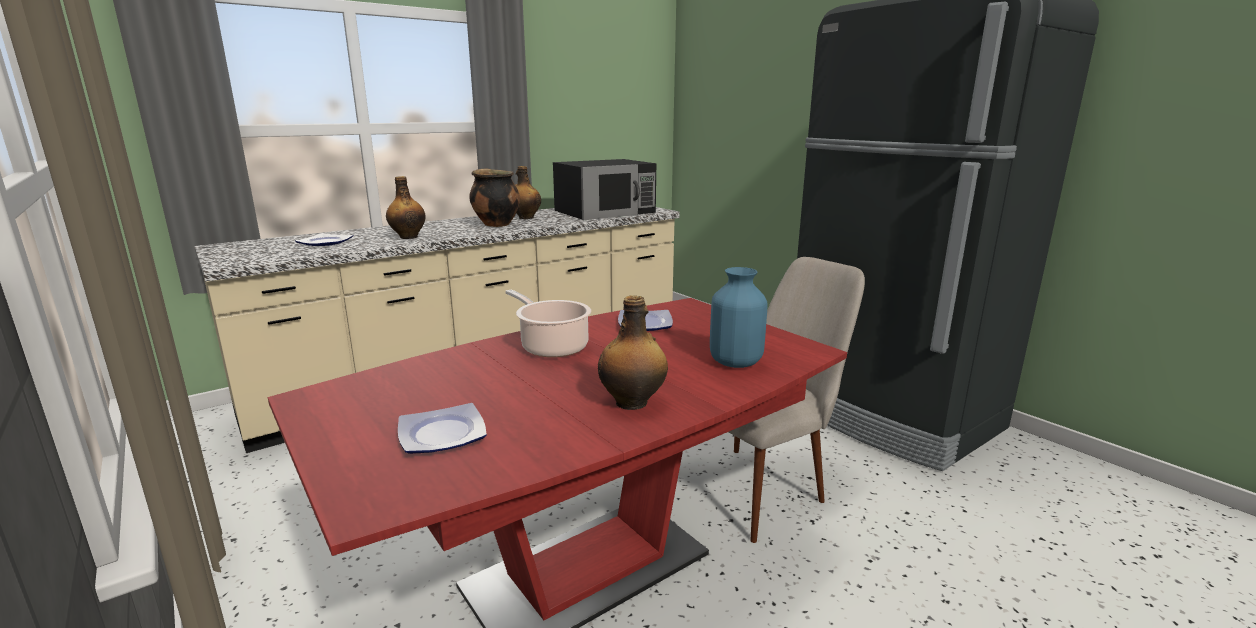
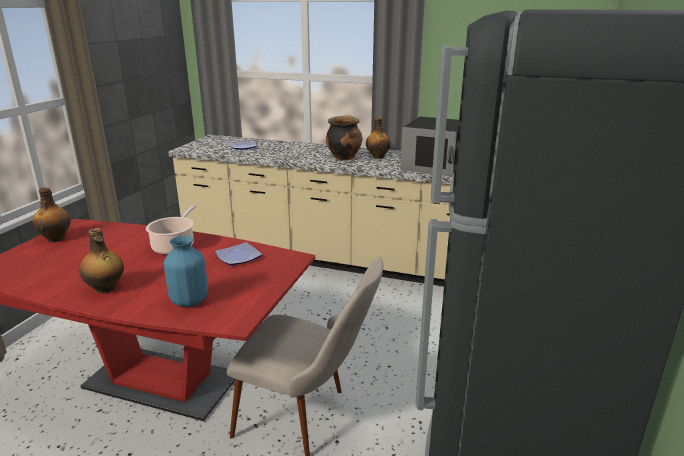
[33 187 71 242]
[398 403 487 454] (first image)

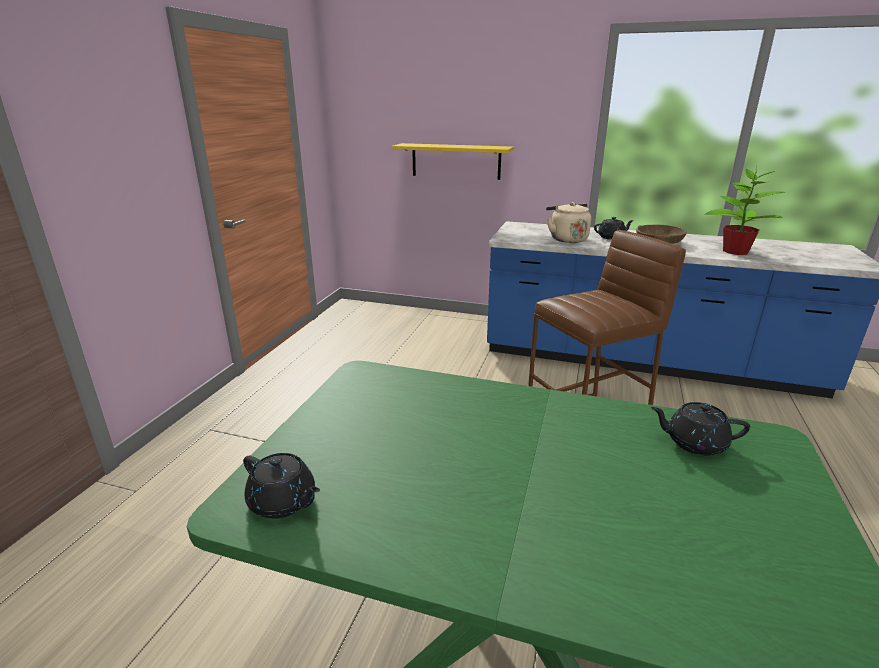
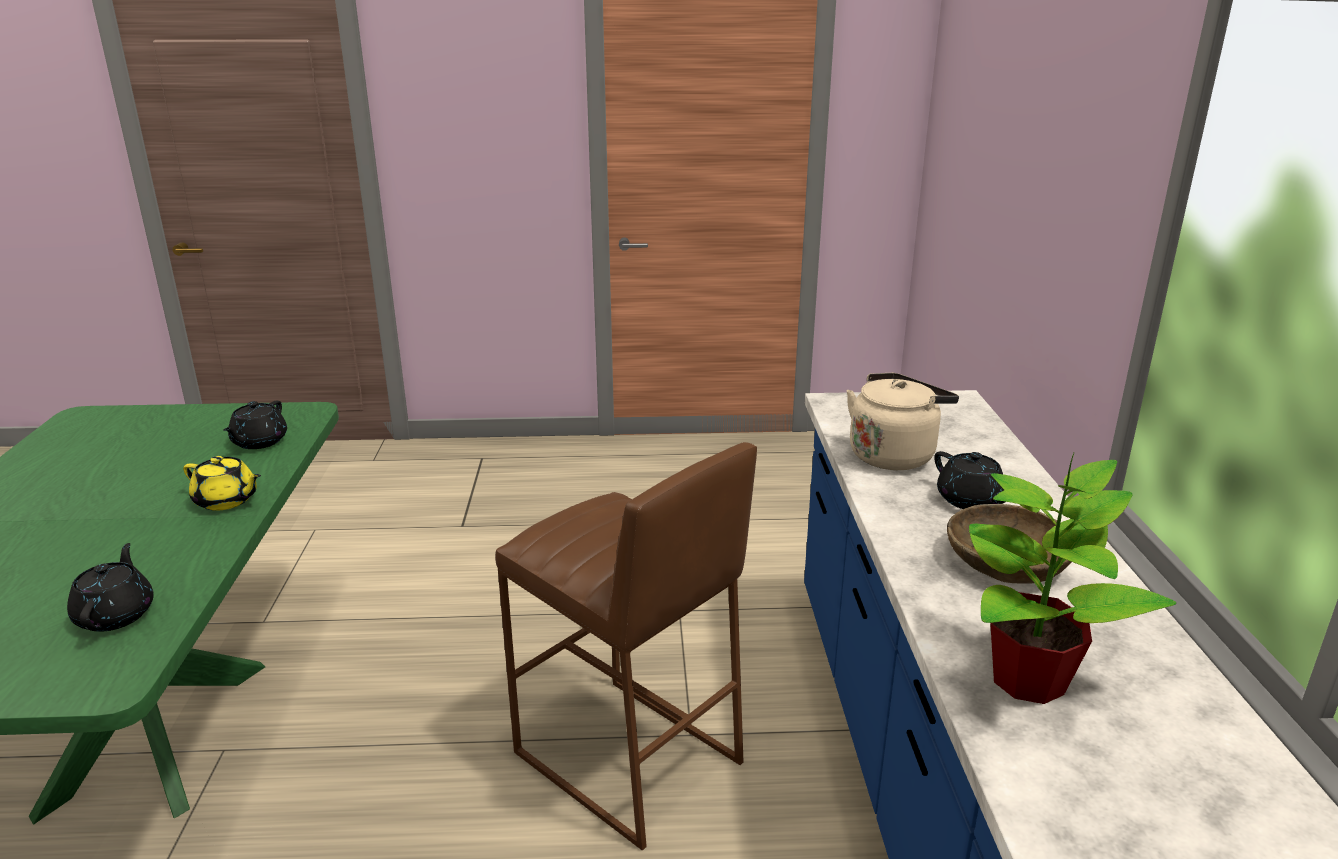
[183 456 261 511]
[223 401 287 449]
[391 143 514 180] (first image)

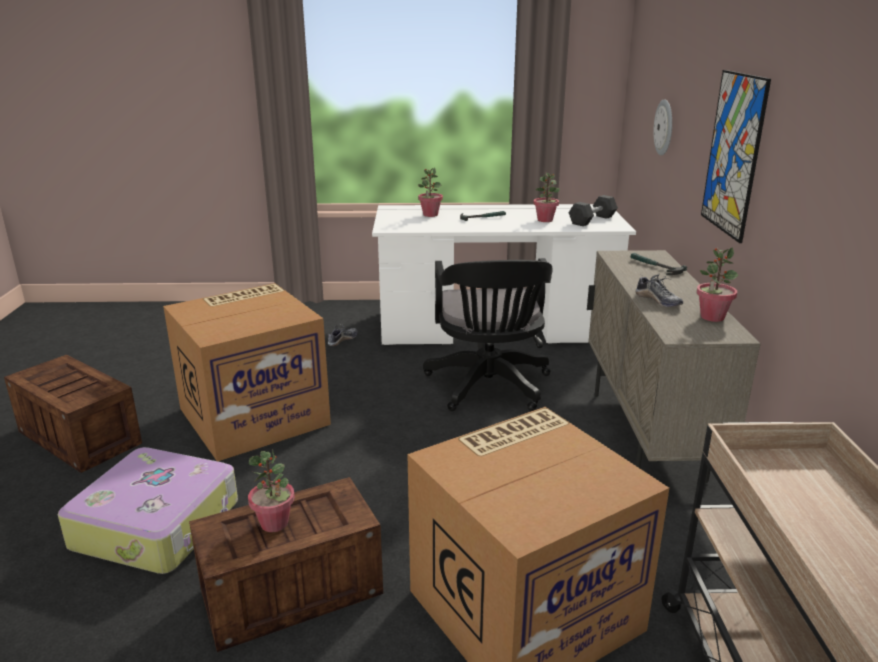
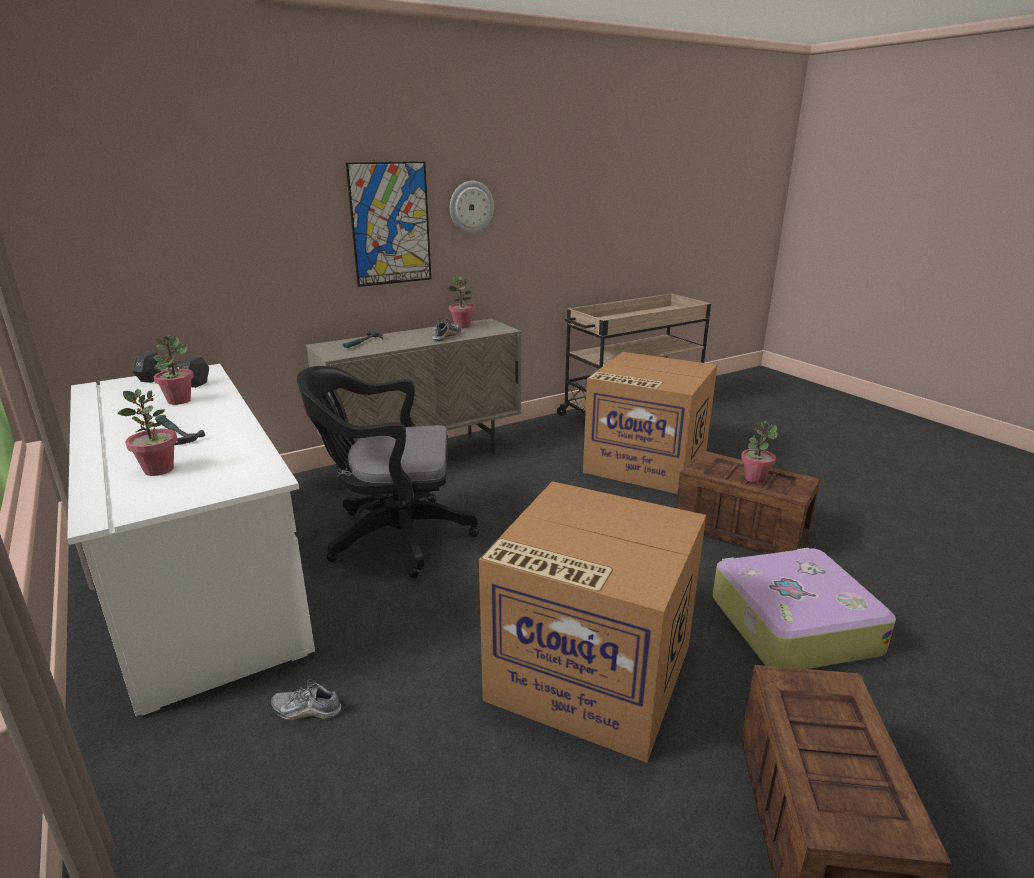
[297 366 479 579]
[450 181 494 233]

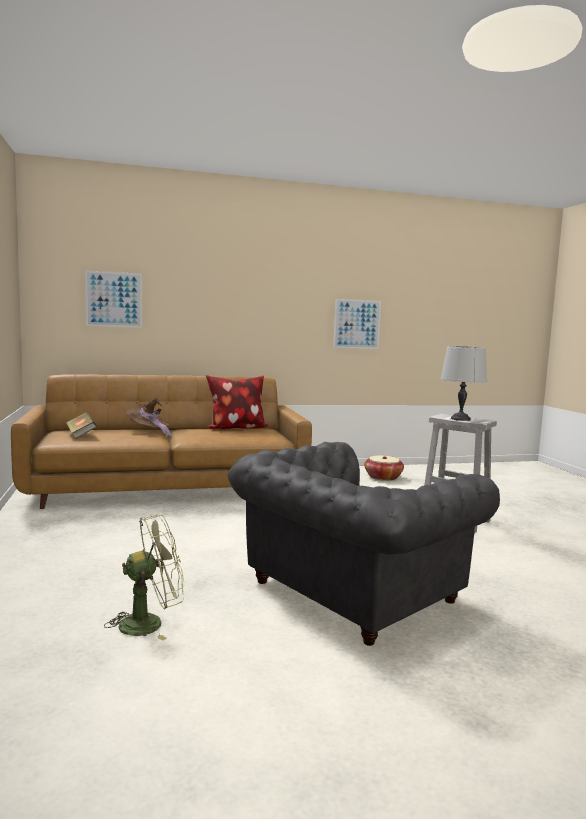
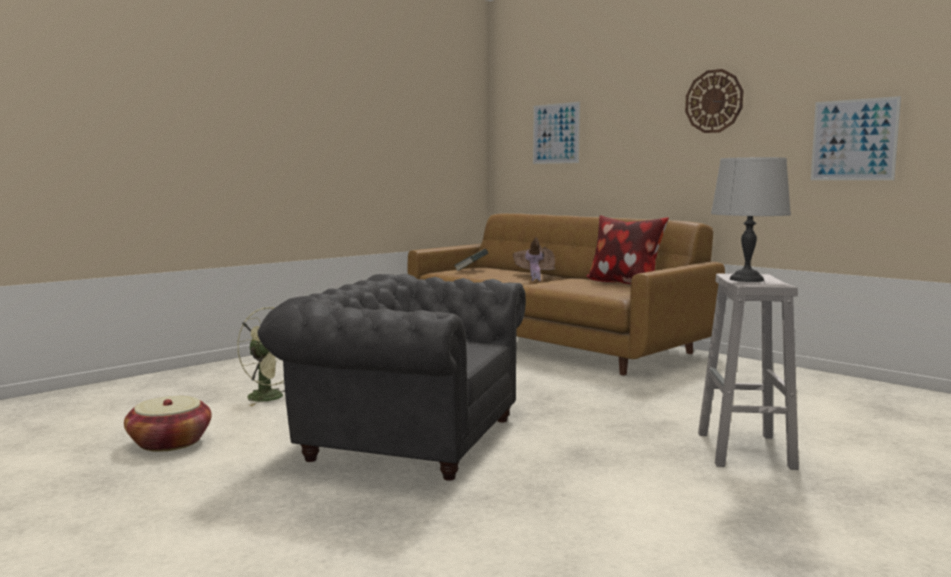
[124 396 212 452]
[685 69 743 133]

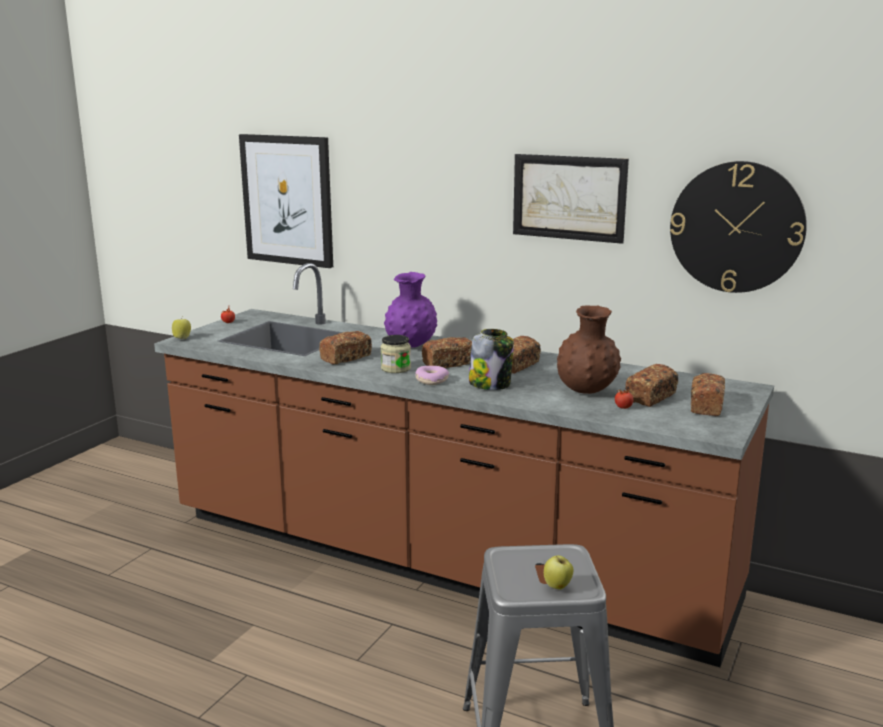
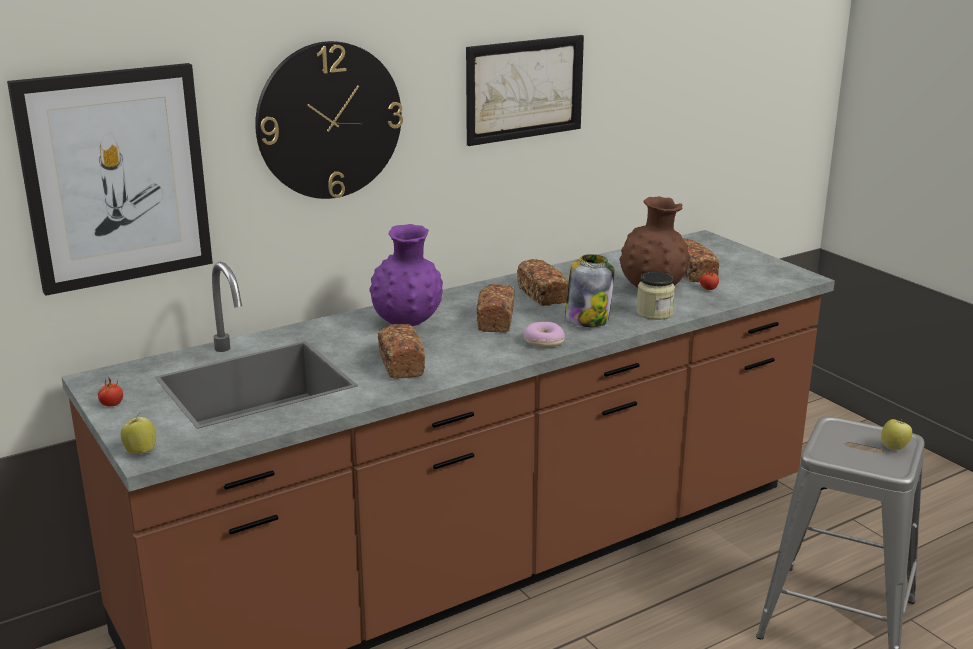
[255 41 403 199]
[636 272 675 320]
[691 373 725 416] (first image)

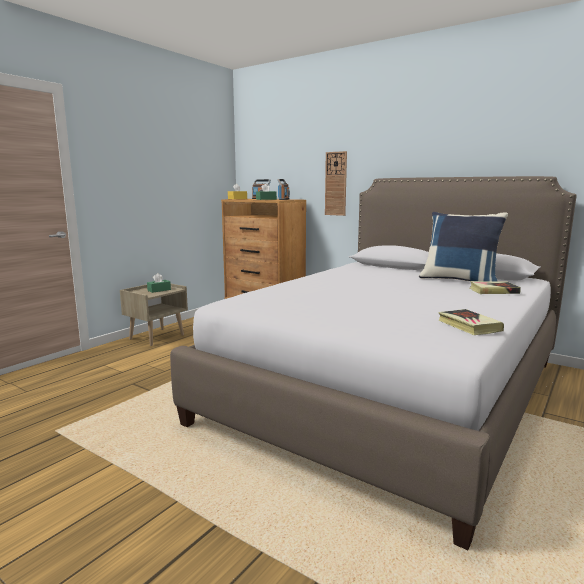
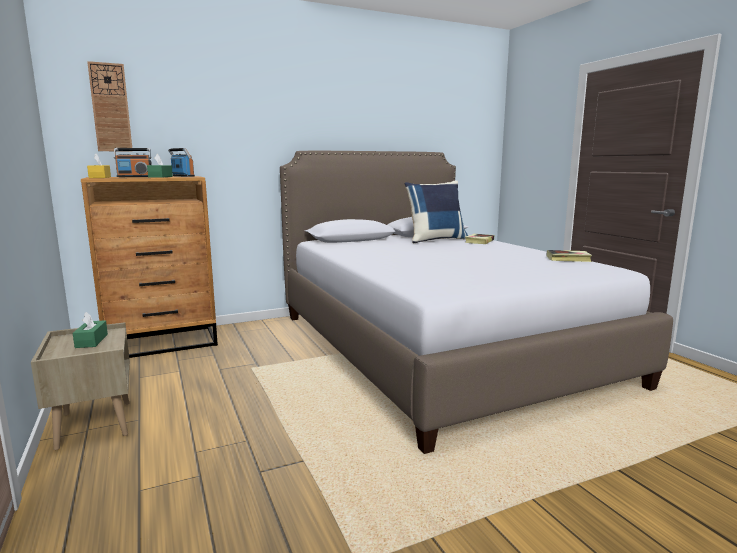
[87 61 133 152]

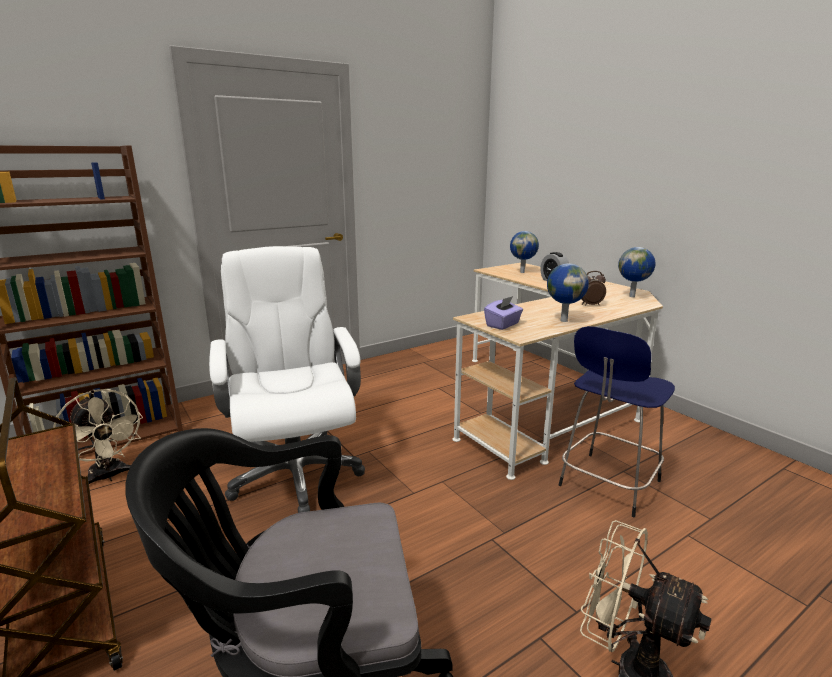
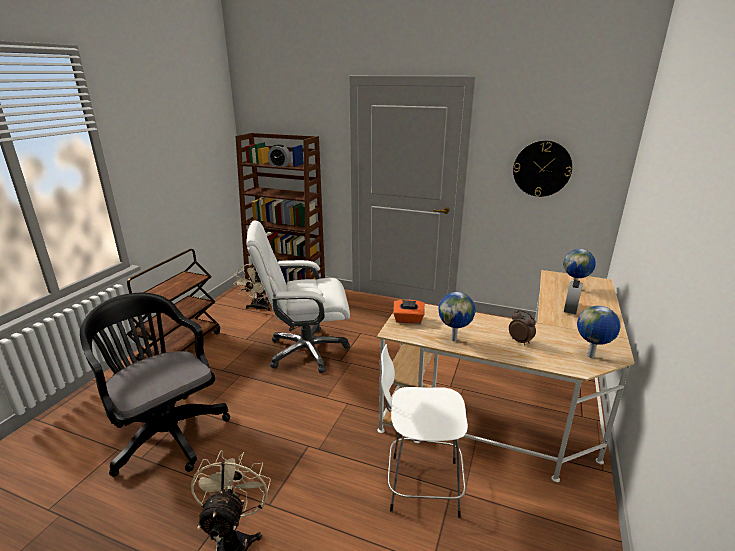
[246 220 350 373]
[268 144 291 167]
[381 344 468 518]
[393 300 425 324]
[513 141 572 197]

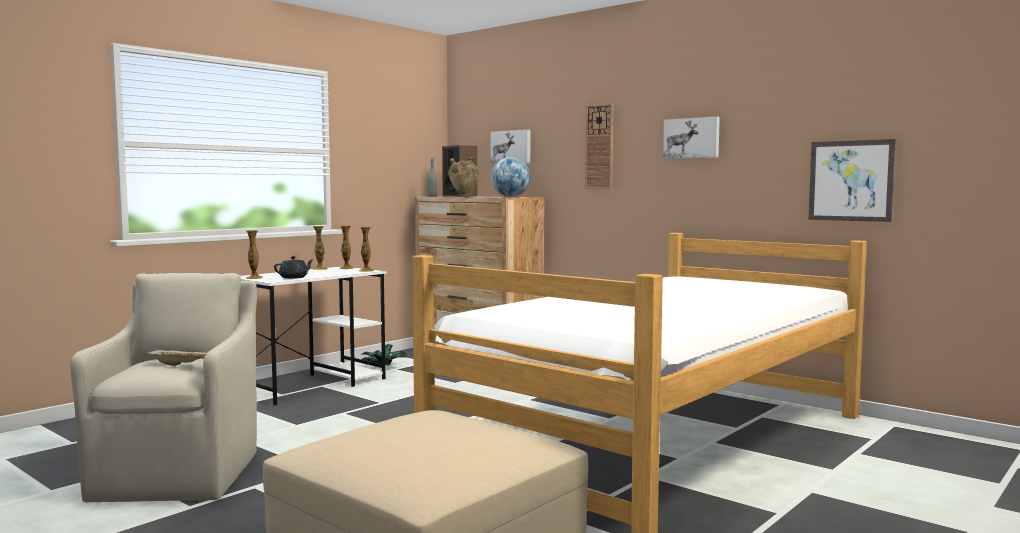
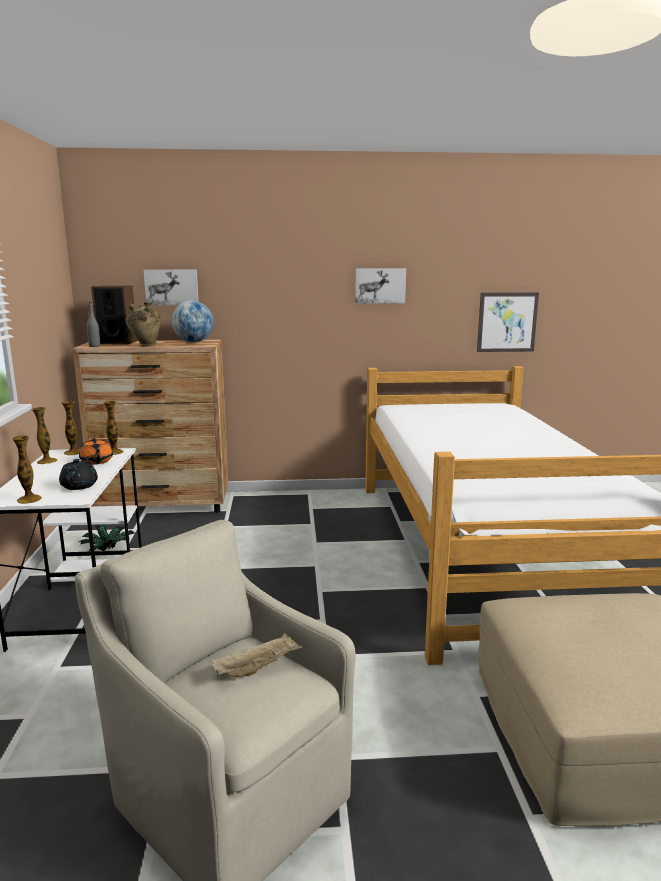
[79 437 113 465]
[585 103 613 189] (first image)

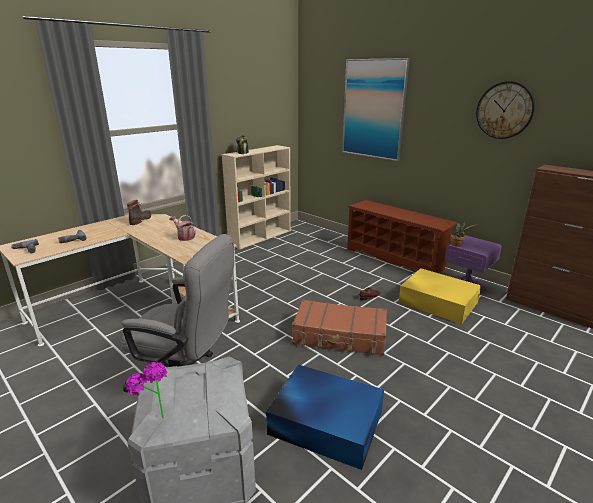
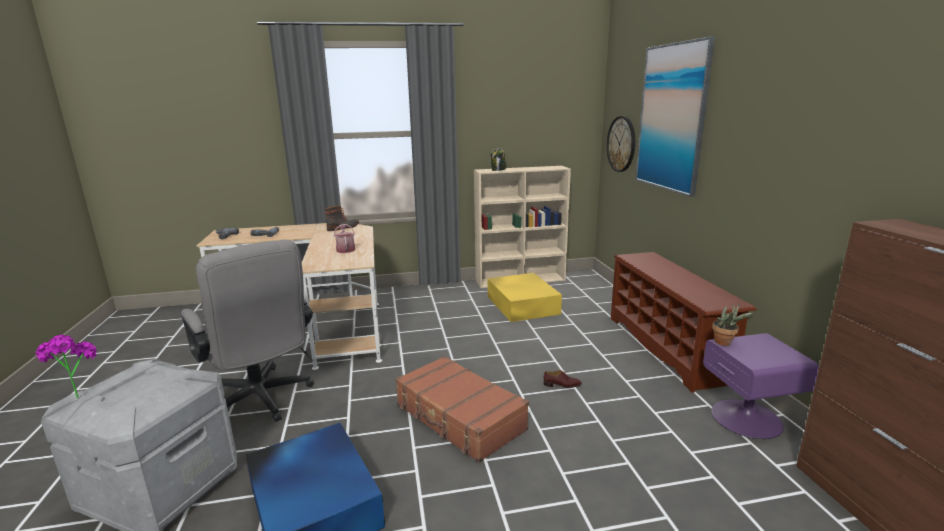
[488 273 562 322]
[607 116 635 172]

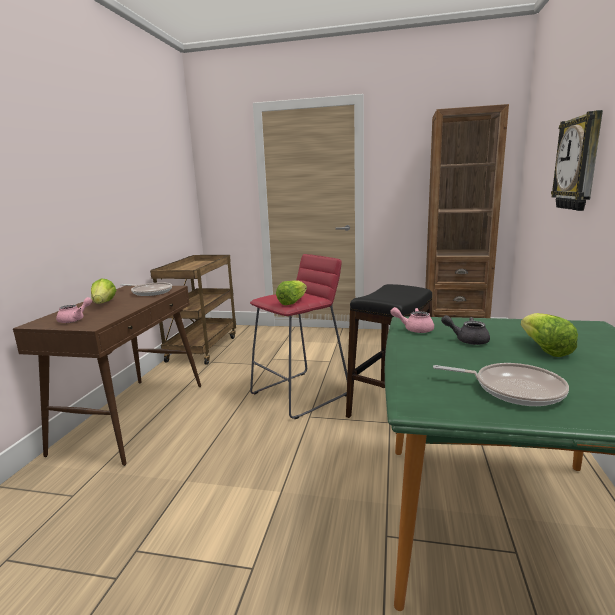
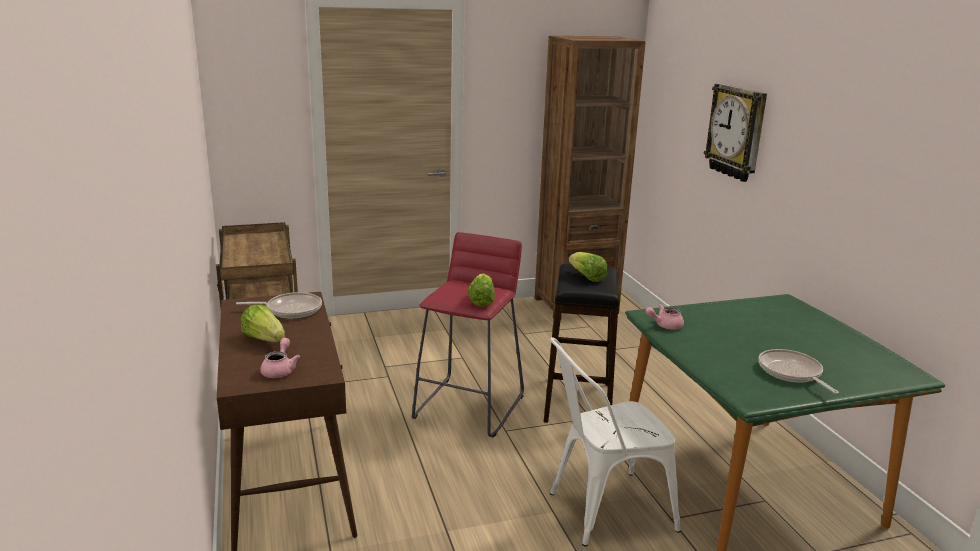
[550 337 681 546]
[569 252 607 282]
[758 349 839 394]
[441 315 490 345] (first image)

